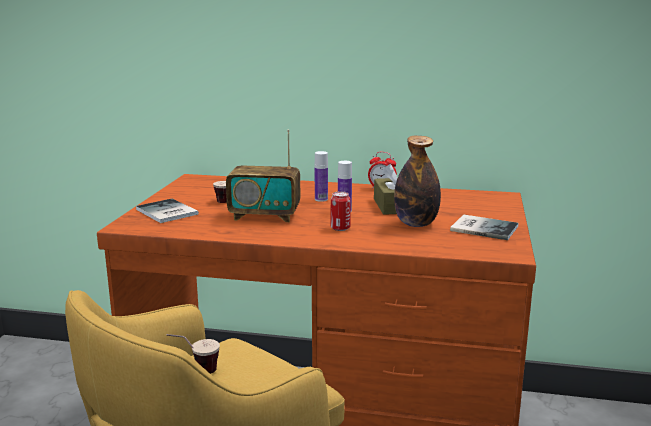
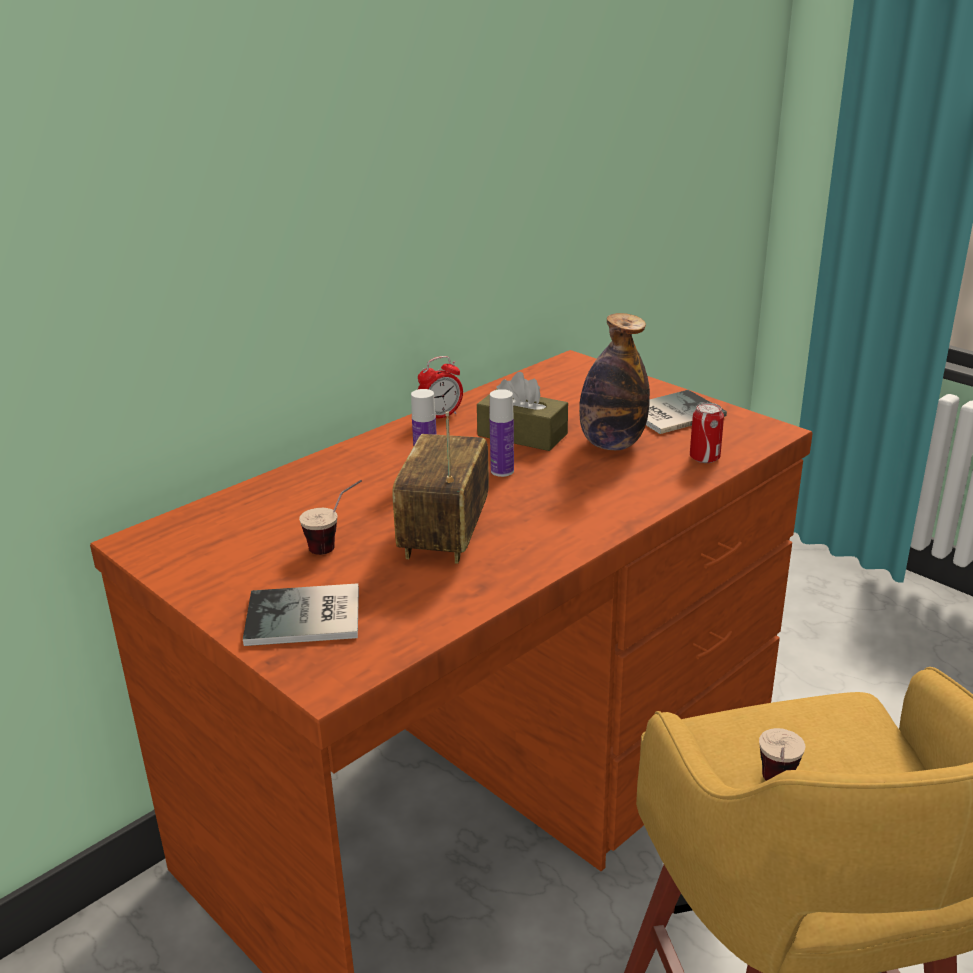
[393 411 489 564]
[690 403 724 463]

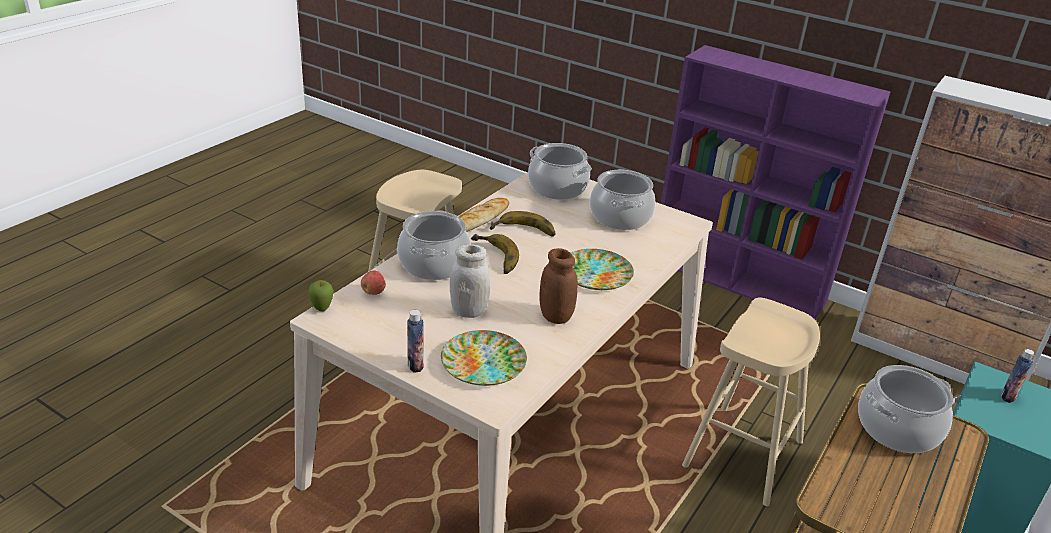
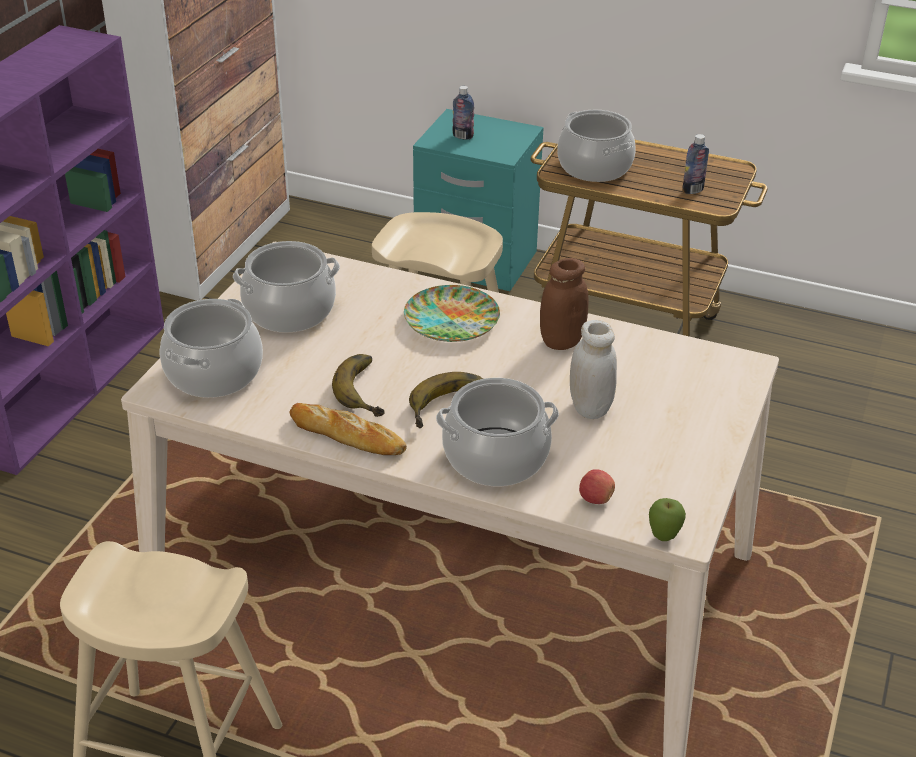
[682 134 709 194]
[441 330 527 386] (first image)

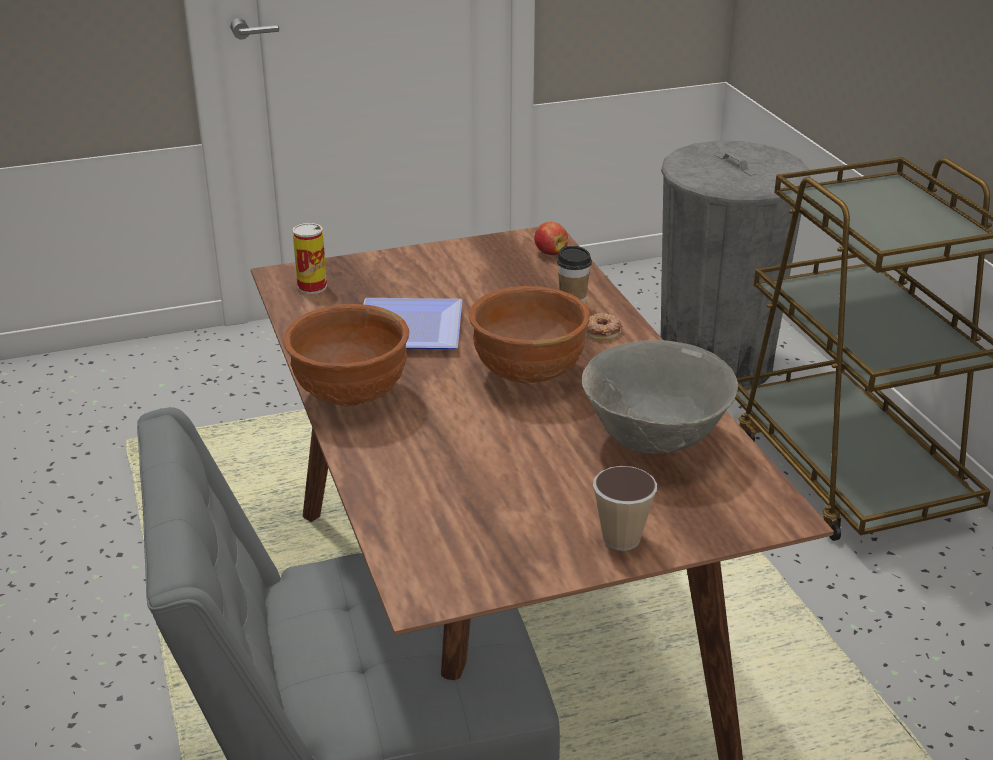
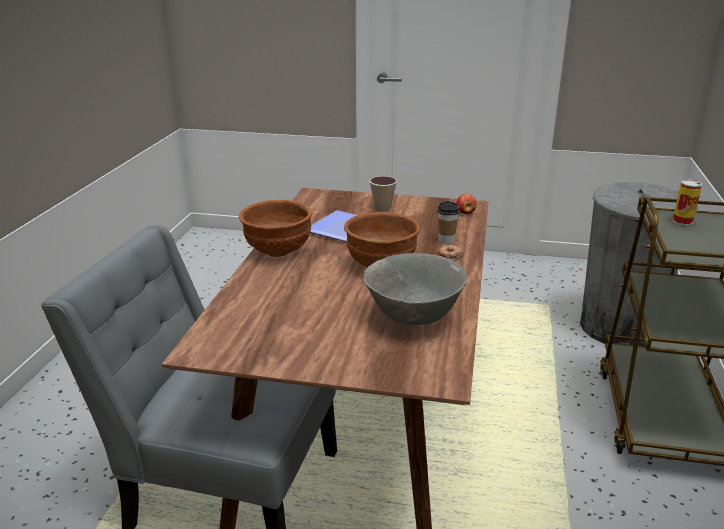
[369 176 397 212]
[673 180 702 225]

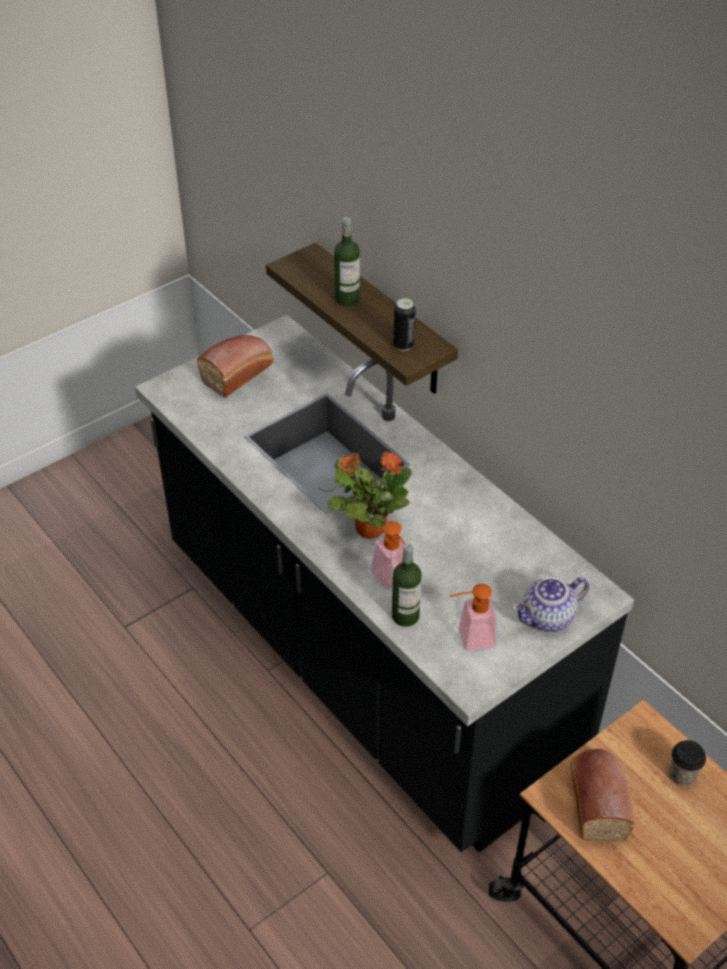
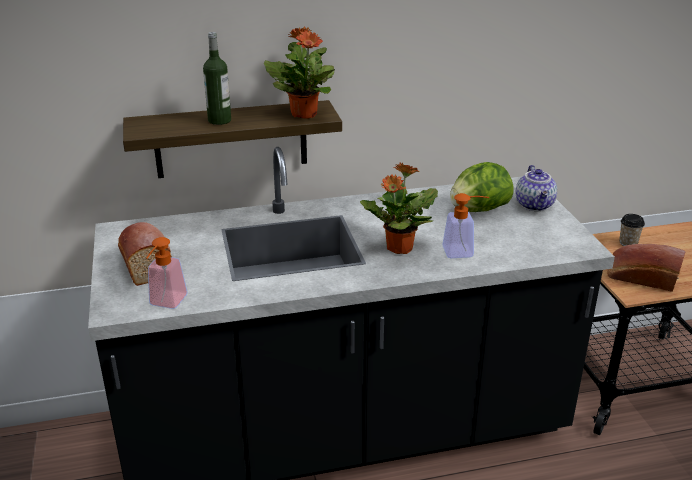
[146 237 187 309]
[264 27 335 119]
[450 162 514 212]
[392 543 422 627] (first image)

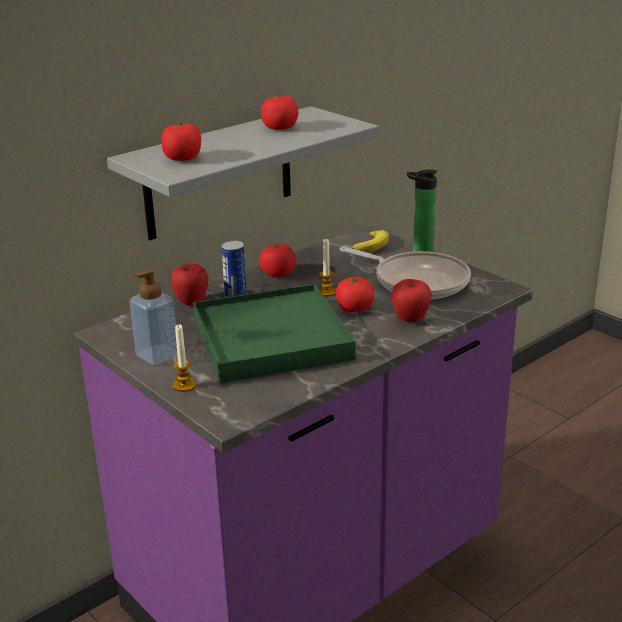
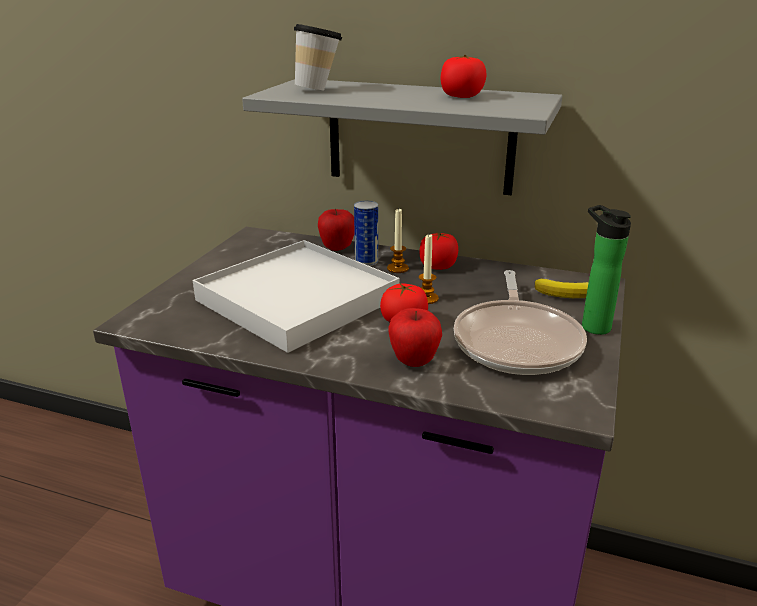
[193 240 400 353]
[294 24 342 90]
[387 208 409 273]
[129 269 178 365] (first image)

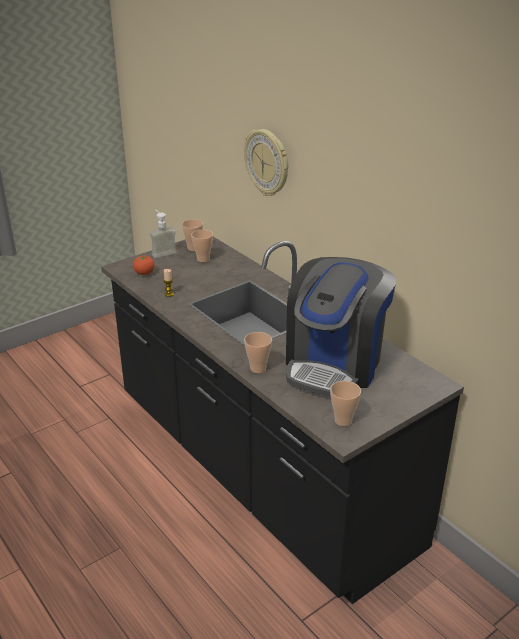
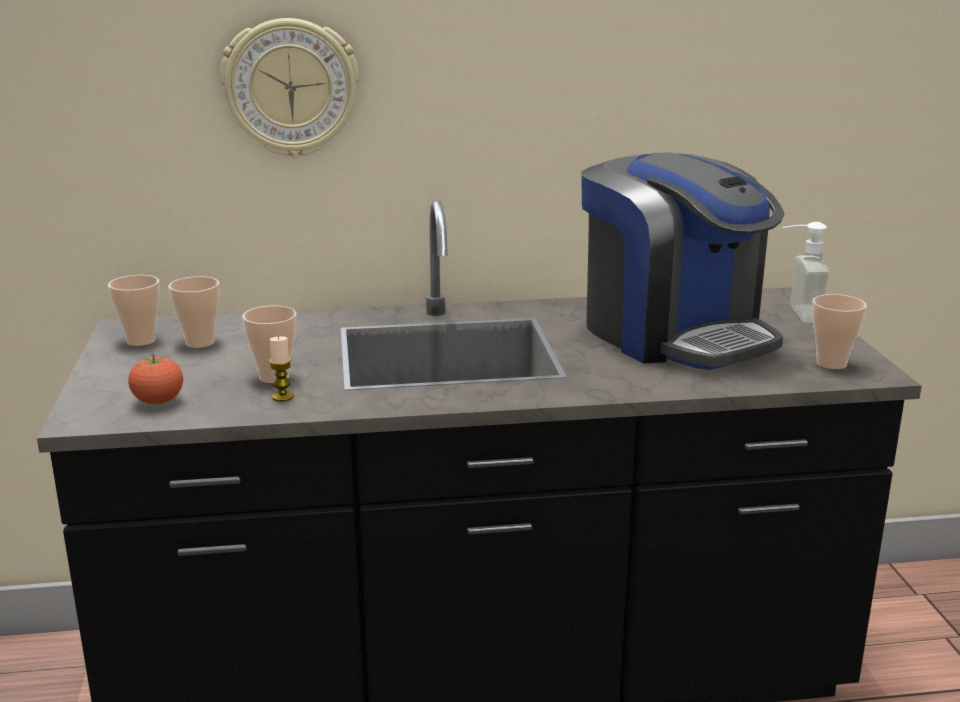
[242 306 296 383]
[782 222 830 322]

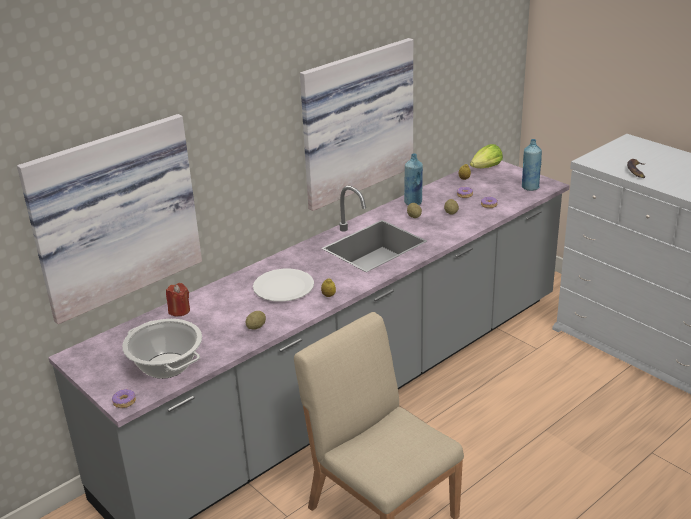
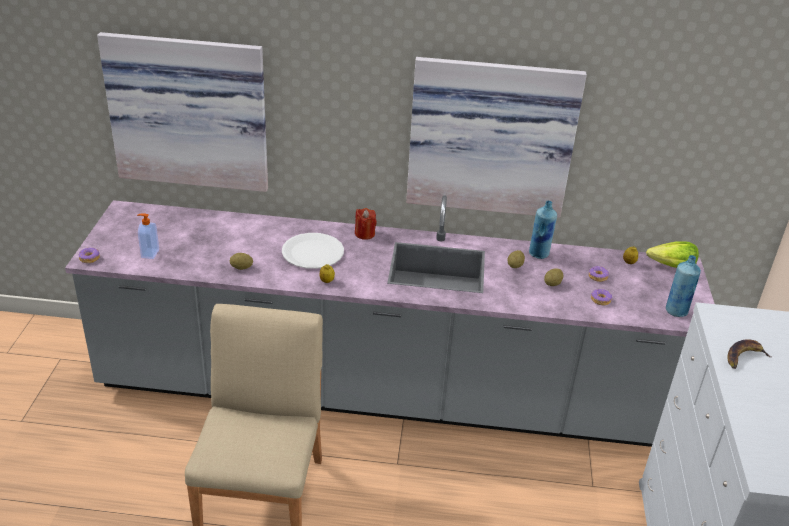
[137 214 159 259]
[355 208 377 240]

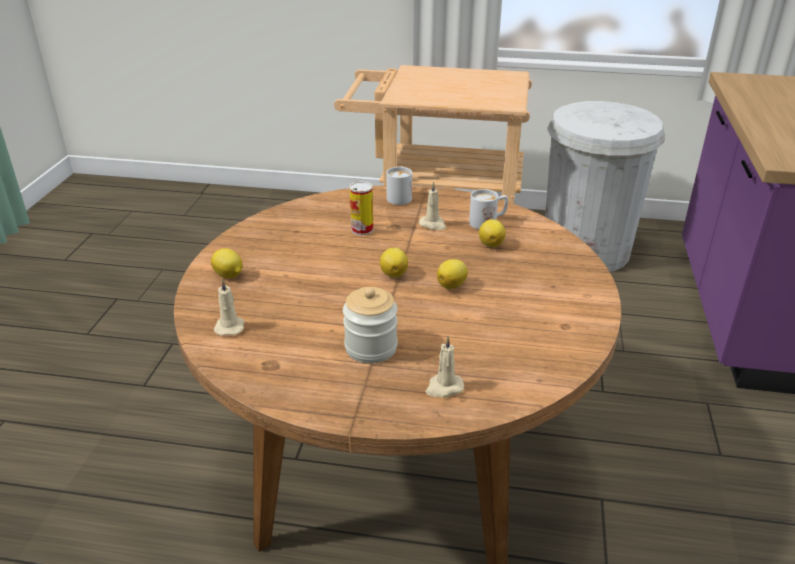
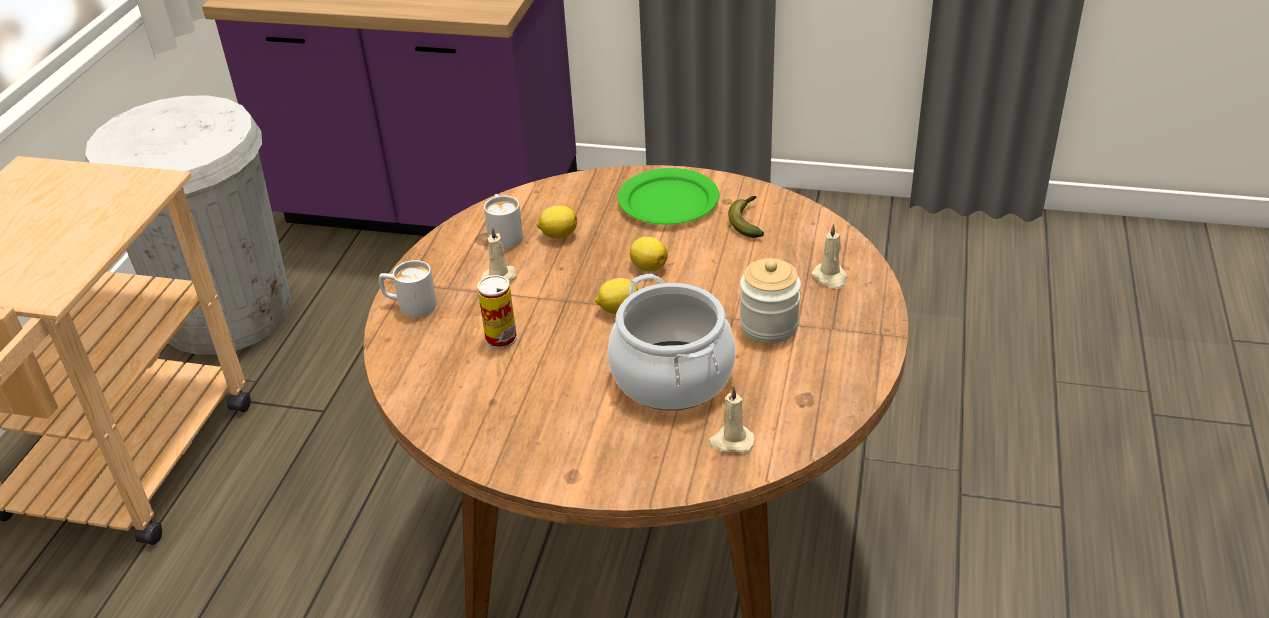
[608 274 736 410]
[618 168 719 224]
[728 196 764 238]
[211 248 243 278] (first image)

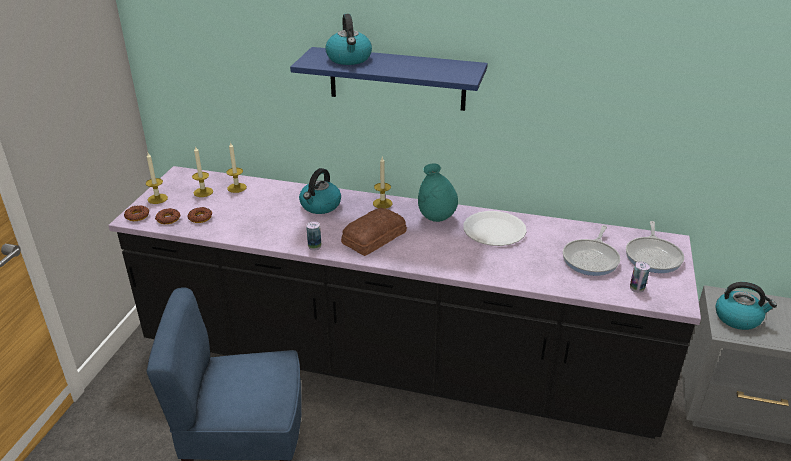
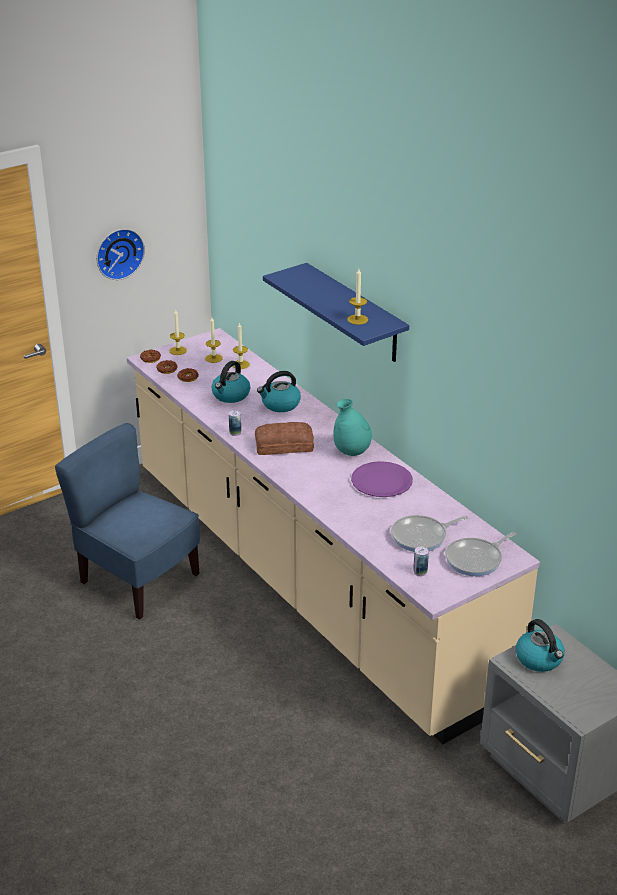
[96 229 145 280]
[127 328 540 744]
[211 361 250 403]
[347 269 368 325]
[351 461 413 497]

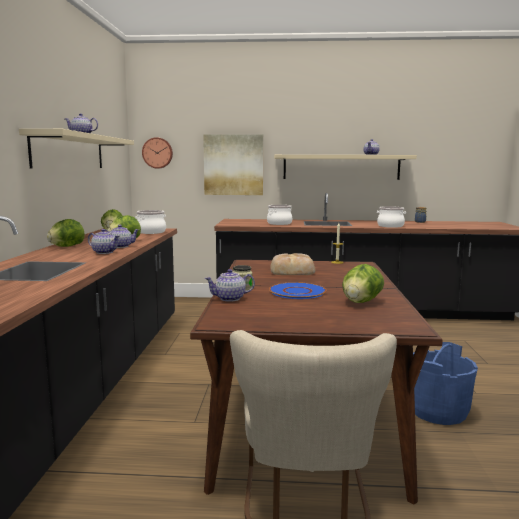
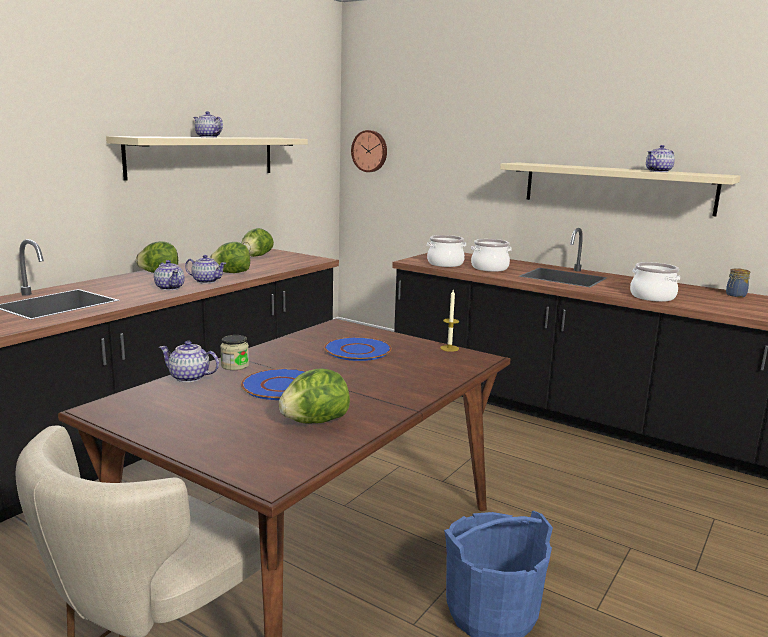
[324 337 391 361]
[427 235 466 267]
[203 134 263 195] (first image)

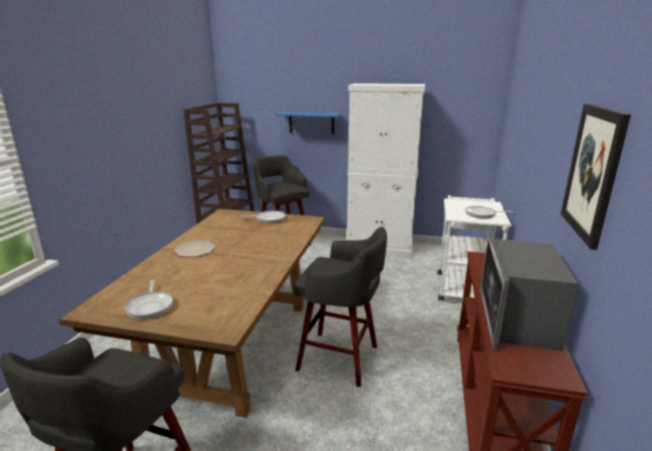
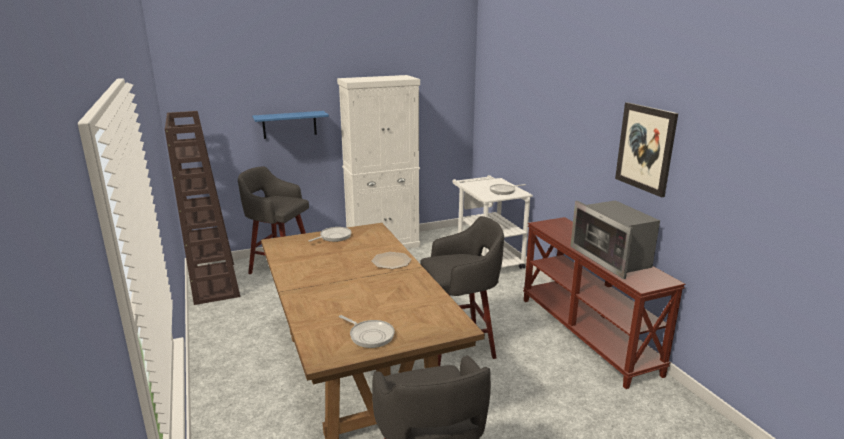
[371 252 412 269]

